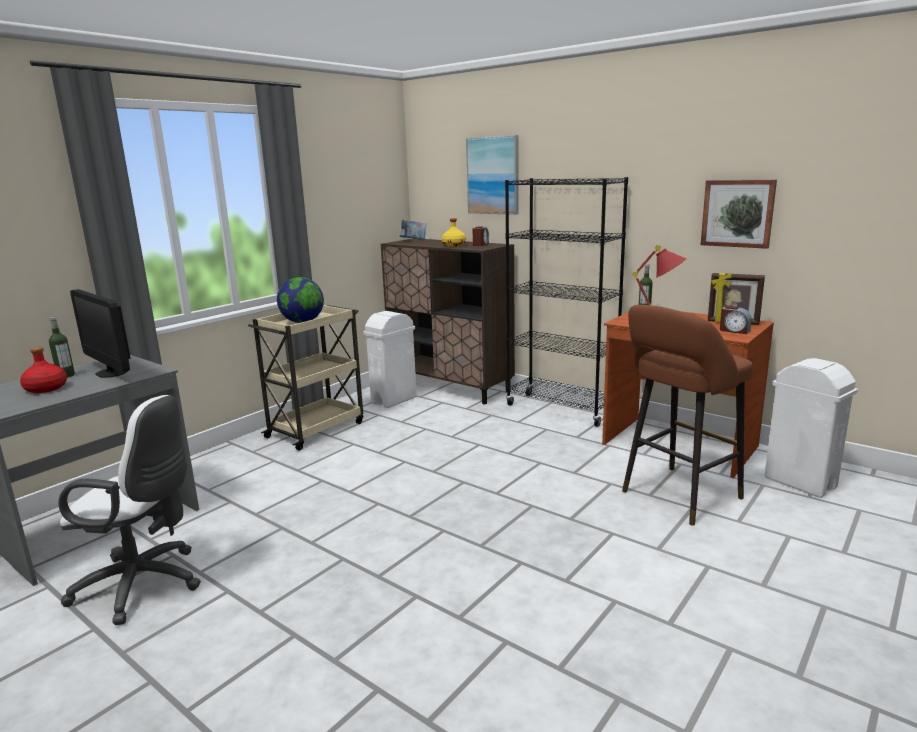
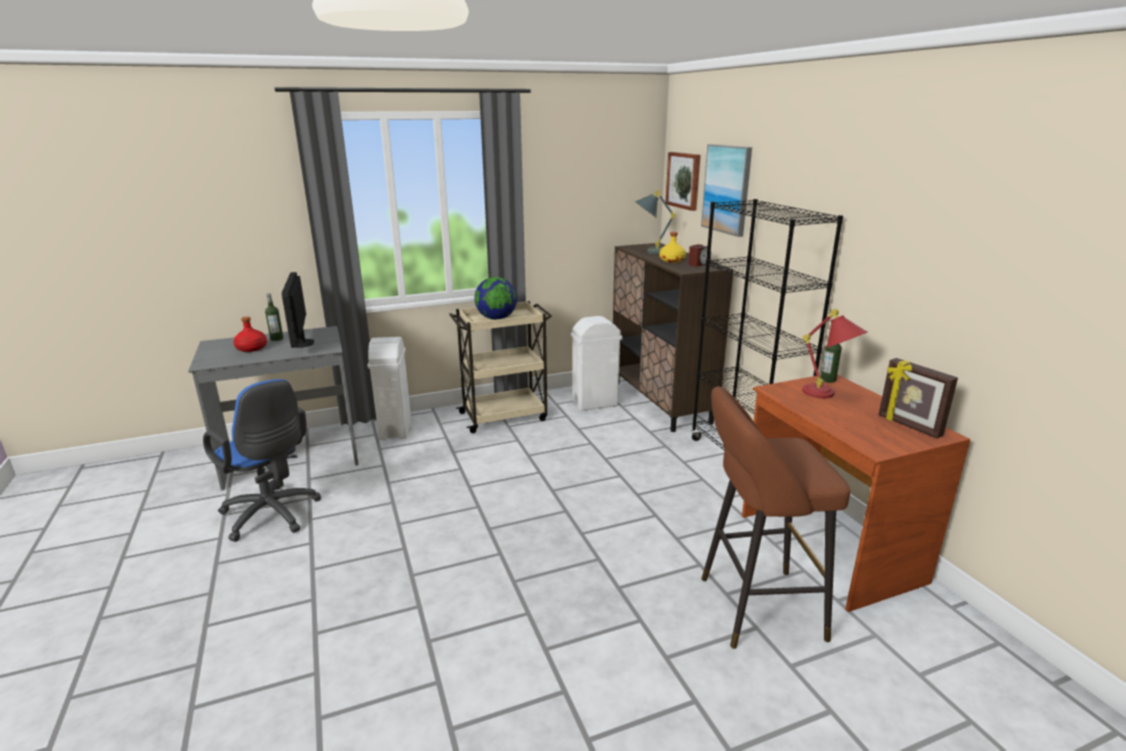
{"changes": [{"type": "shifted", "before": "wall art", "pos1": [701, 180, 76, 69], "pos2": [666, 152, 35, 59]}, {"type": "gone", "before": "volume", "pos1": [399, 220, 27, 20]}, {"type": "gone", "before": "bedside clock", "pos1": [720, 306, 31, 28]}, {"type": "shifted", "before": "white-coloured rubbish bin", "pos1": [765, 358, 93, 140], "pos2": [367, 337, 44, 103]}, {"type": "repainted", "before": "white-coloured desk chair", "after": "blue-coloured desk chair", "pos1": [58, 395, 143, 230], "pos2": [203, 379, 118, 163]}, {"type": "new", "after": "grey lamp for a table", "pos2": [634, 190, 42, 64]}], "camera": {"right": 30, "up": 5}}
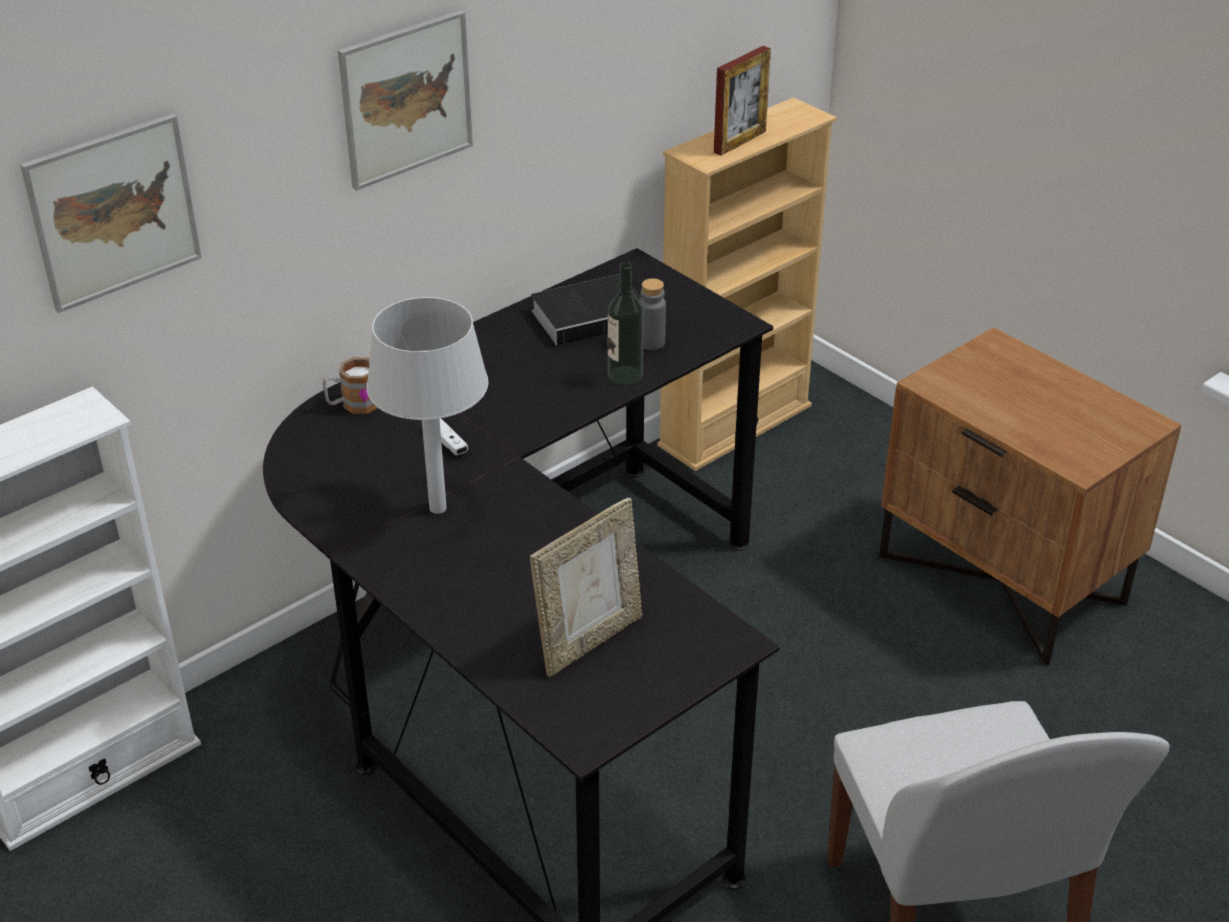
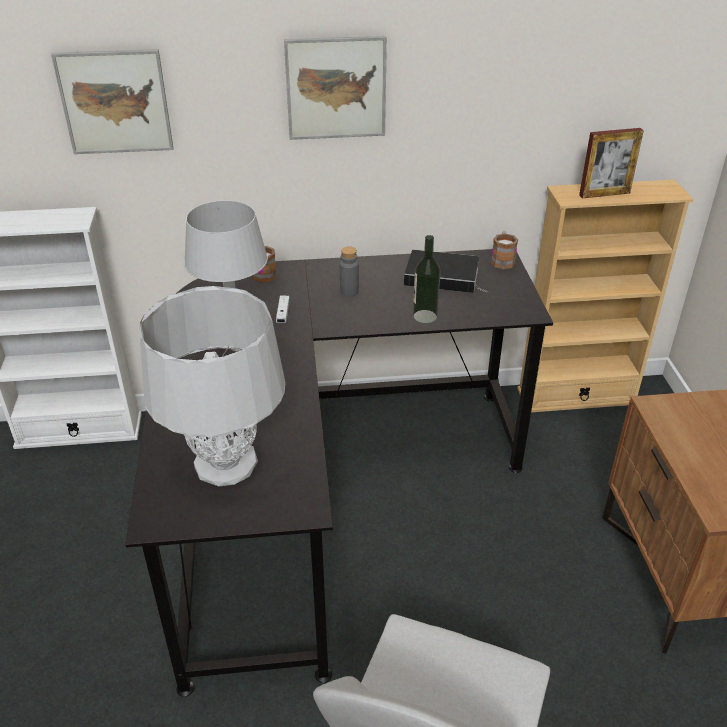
{"changes": [{"type": "shifted", "before": "grey bottle", "pos1": [639, 278, 27, 72], "pos2": [340, 246, 19, 51]}, {"type": "swapped", "before": "picture frame", "after": "grey lamp for a table", "pos1": [530, 498, 112, 179], "pos2": [139, 286, 146, 200]}, {"type": "new", "after": "mug", "pos2": [491, 231, 27, 38]}], "camera": {"right": 35, "up": 0}}
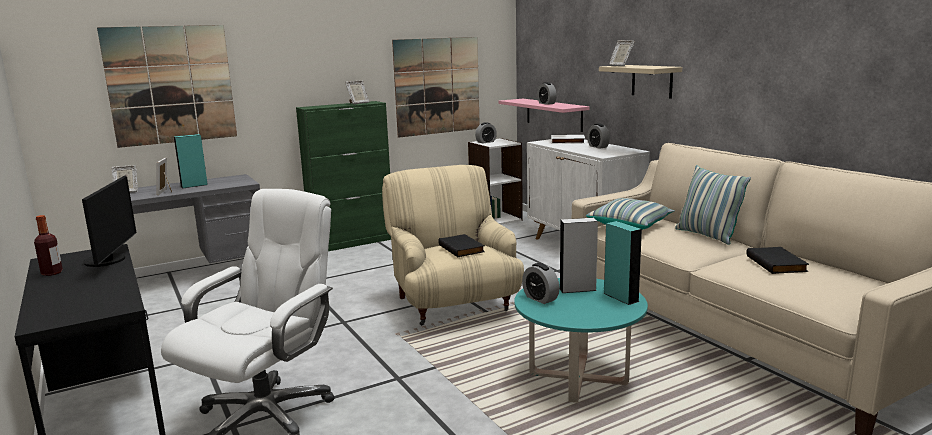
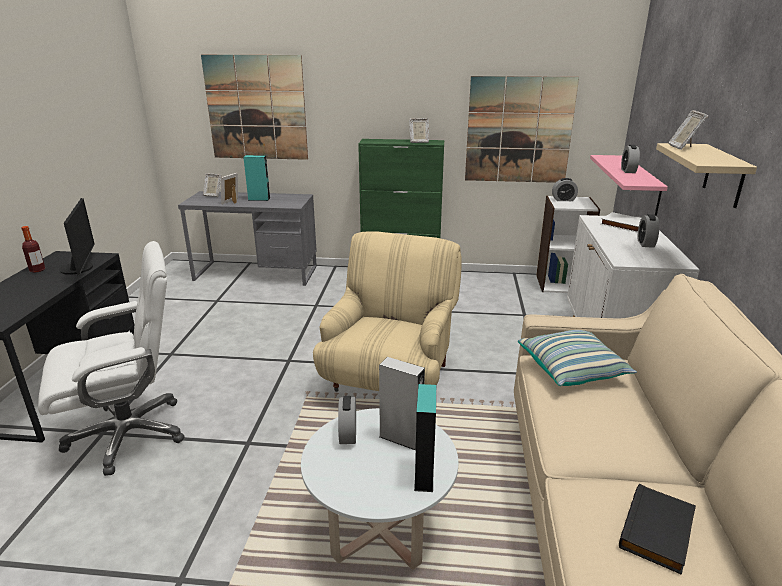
{"changes": [{"type": "gone", "before": "cushion", "pos1": [675, 165, 76, 80]}, {"type": "rotated", "before": "computer screen", "pos1": [82, 175, 54, 92], "pos2": [59, 198, 36, 78], "turn": -45}, {"type": "gone", "before": "black volume", "pos1": [438, 234, 47, 23]}, {"type": "repainted", "before": "blue-green lounge table", "after": "white-coloured lounge table", "pos1": [514, 278, 134, 125], "pos2": [301, 408, 157, 162]}], "camera": {"right": 35, "up": 10}}
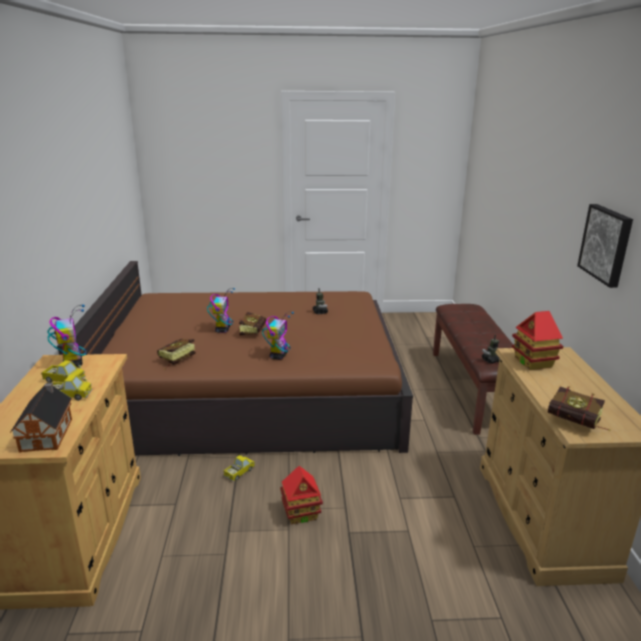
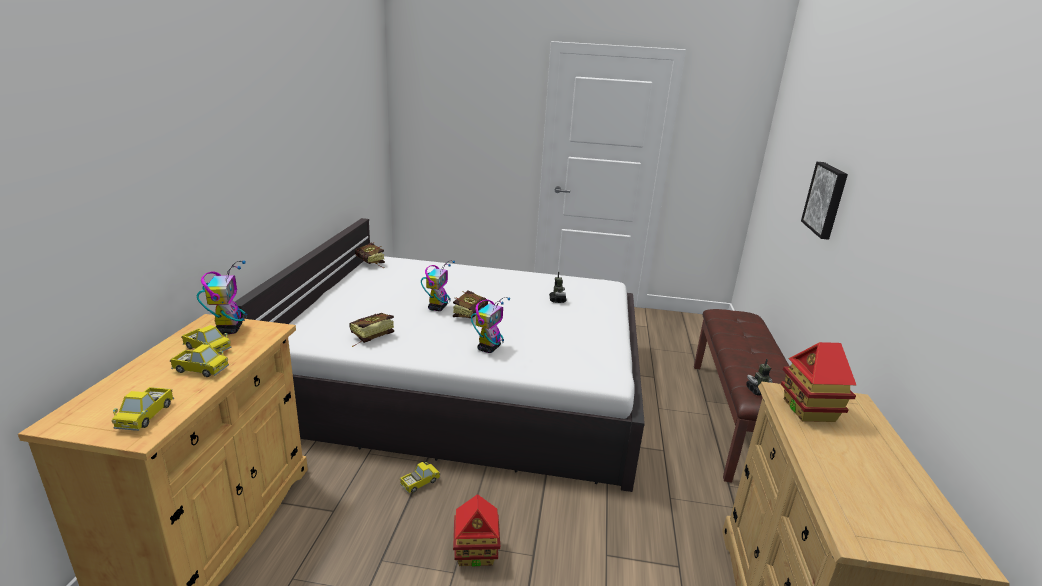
{"changes": [{"type": "shifted", "before": "wall art", "pos1": [577, 204, 56, 84], "pos2": [801, 162, 47, 78]}, {"type": "repainted", "before": "brownish sleeping bed", "after": "white-coloured sleeping bed", "pos1": [57, 261, 356, 195], "pos2": [235, 218, 410, 274]}, {"type": "swapped", "before": "model house", "after": "model truck", "pos1": [10, 382, 62, 71], "pos2": [112, 387, 62, 44]}, {"type": "shifted", "before": "volume", "pos1": [547, 386, 64, 45], "pos2": [355, 242, 30, 26]}], "camera": {"right": 10, "up": 0}}
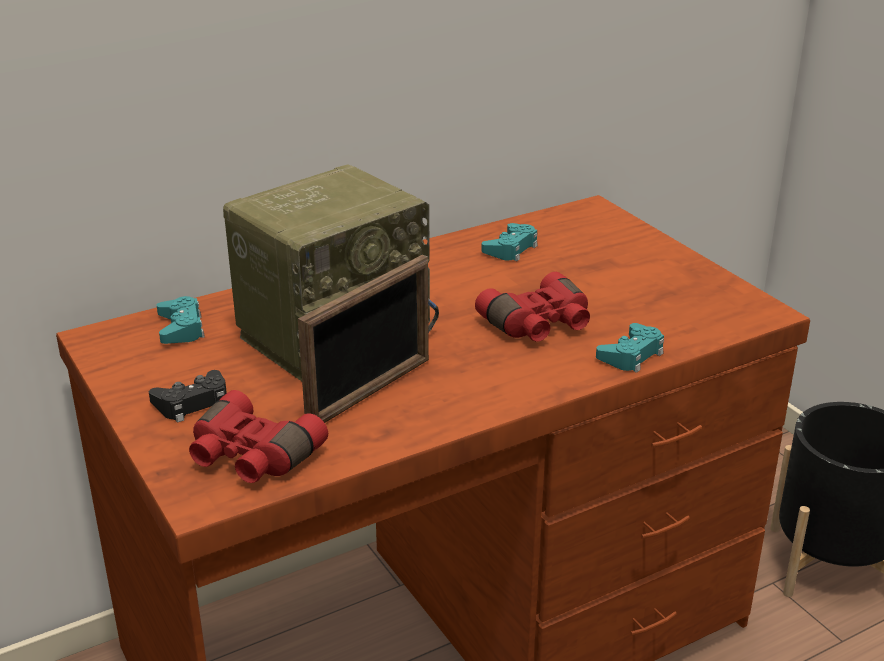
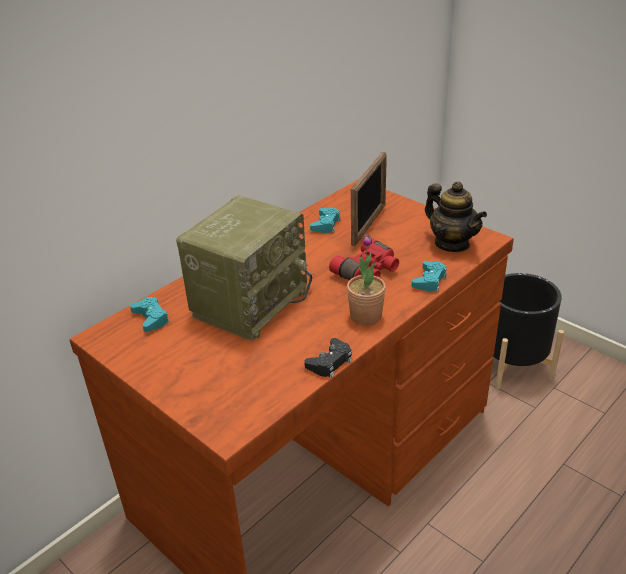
{"changes": [{"type": "shifted", "before": "picture frame", "pos1": [298, 255, 131, 168], "pos2": [351, 152, 36, 94]}, {"type": "shifted", "before": "black game controller", "pos1": [149, 370, 78, 53], "pos2": [304, 338, 48, 40]}, {"type": "gone", "before": "red-coloured binoculars", "pos1": [189, 390, 139, 93]}, {"type": "new", "after": "teapot", "pos2": [425, 182, 62, 70]}, {"type": "new", "after": "houseplant", "pos2": [347, 234, 39, 91]}], "camera": {"right": -15, "up": 5}}
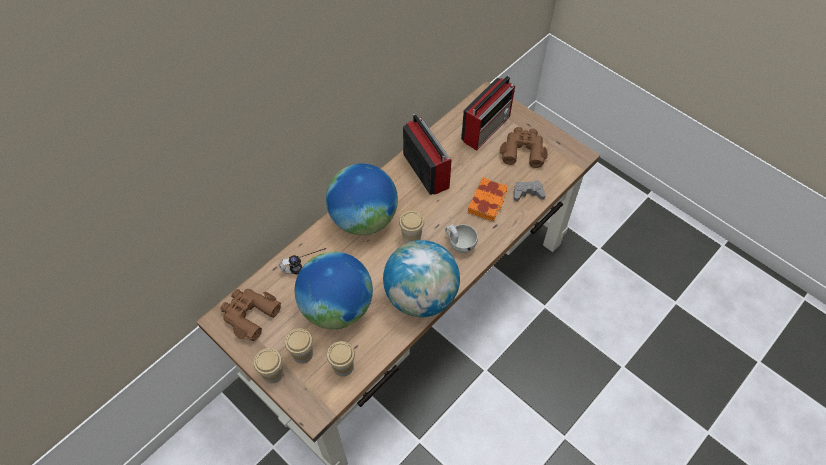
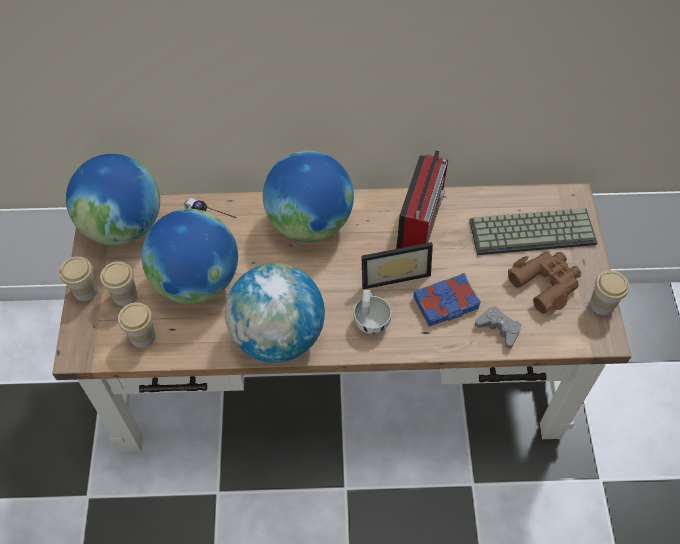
{"changes": [{"type": "swapped", "before": "radio receiver", "after": "PC keyboard", "pos1": [461, 76, 54, 74], "pos2": [469, 208, 128, 47]}, {"type": "repainted", "before": "orange-coloured volume", "after": "blue-coloured volume", "pos1": [468, 177, 40, 44], "pos2": [413, 273, 68, 53]}, {"type": "shifted", "before": "cup", "pos1": [399, 211, 25, 32], "pos2": [590, 270, 39, 45]}, {"type": "swapped", "before": "brownish binoculars", "after": "globe", "pos1": [220, 289, 61, 52], "pos2": [66, 154, 94, 91]}, {"type": "new", "after": "picture frame", "pos2": [361, 242, 72, 47]}], "camera": {"right": 45, "up": 0}}
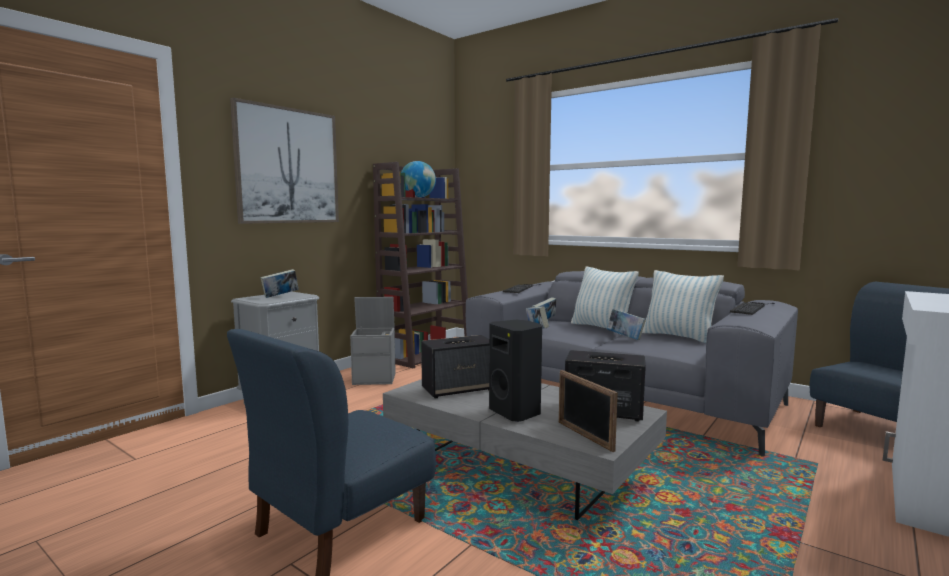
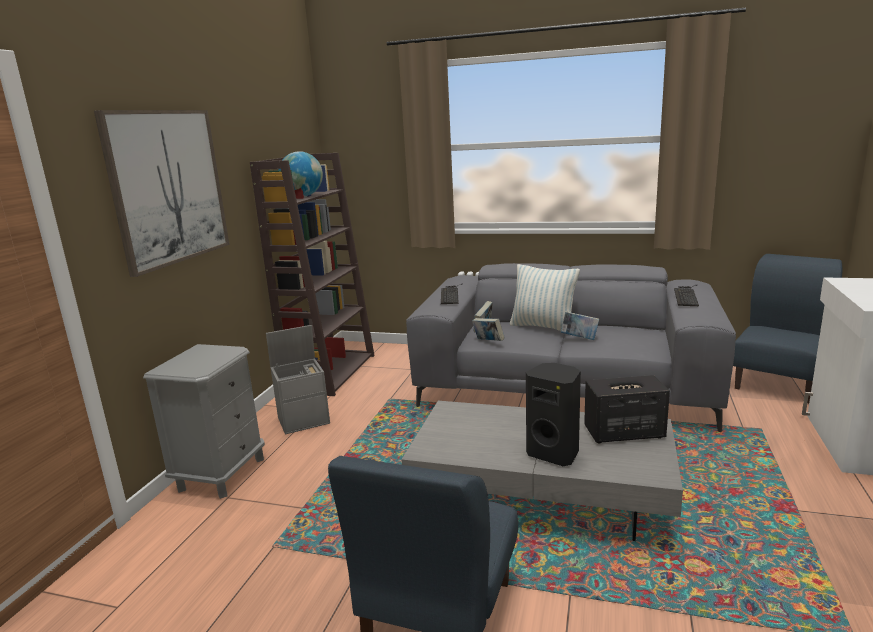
{"changes": [{"type": "gone", "before": "volume", "pos1": [260, 269, 39, 29]}, {"type": "gone", "before": "cushion", "pos1": [642, 270, 82, 73]}, {"type": "gone", "before": "loudspeaker", "pos1": [421, 335, 68, 63]}, {"type": "gone", "before": "picture frame", "pos1": [559, 370, 59, 82]}], "camera": {"right": -20, "up": 10}}
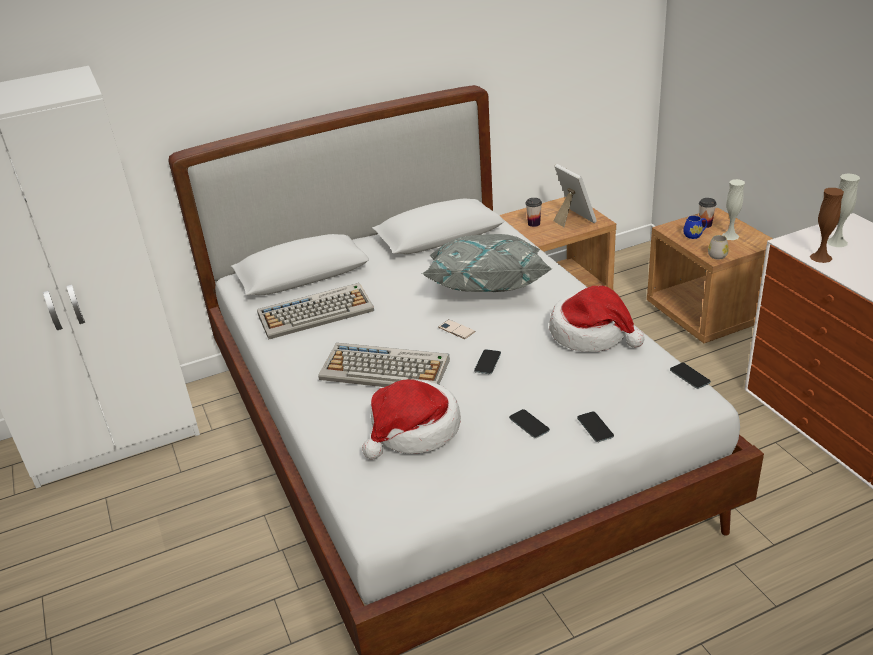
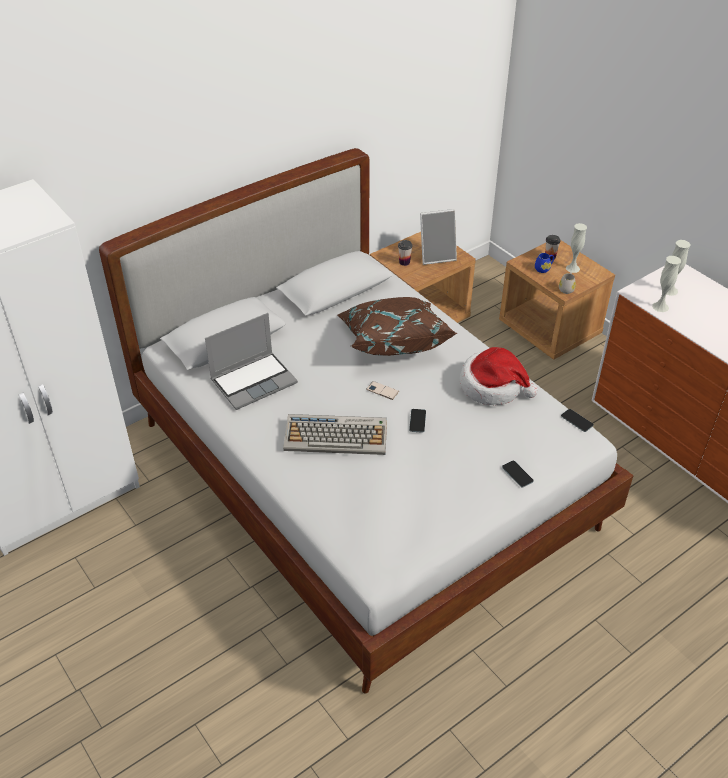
{"changes": [{"type": "rotated", "before": "picture frame", "pos1": [553, 164, 44, 63], "pos2": [420, 209, 37, 56], "turn": 120}, {"type": "repainted", "before": "brownish vase", "after": "white-coloured vase", "pos1": [810, 188, 34, 75], "pos2": [652, 256, 29, 56]}, {"type": "repainted", "before": "grey cushion", "after": "brownish cushion", "pos1": [422, 234, 131, 58], "pos2": [337, 297, 120, 59]}, {"type": "swapped", "before": "PC keyboard", "after": "notebook computer", "pos1": [257, 283, 117, 56], "pos2": [205, 313, 93, 97]}, {"type": "gone", "before": "hat", "pos1": [362, 379, 99, 80]}, {"type": "gone", "before": "phone", "pos1": [509, 409, 41, 29]}], "camera": {"right": -15, "up": 10}}
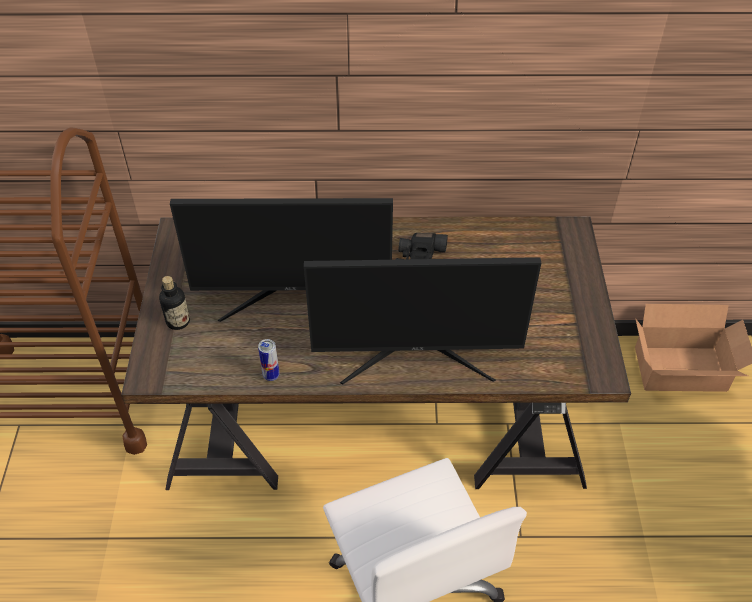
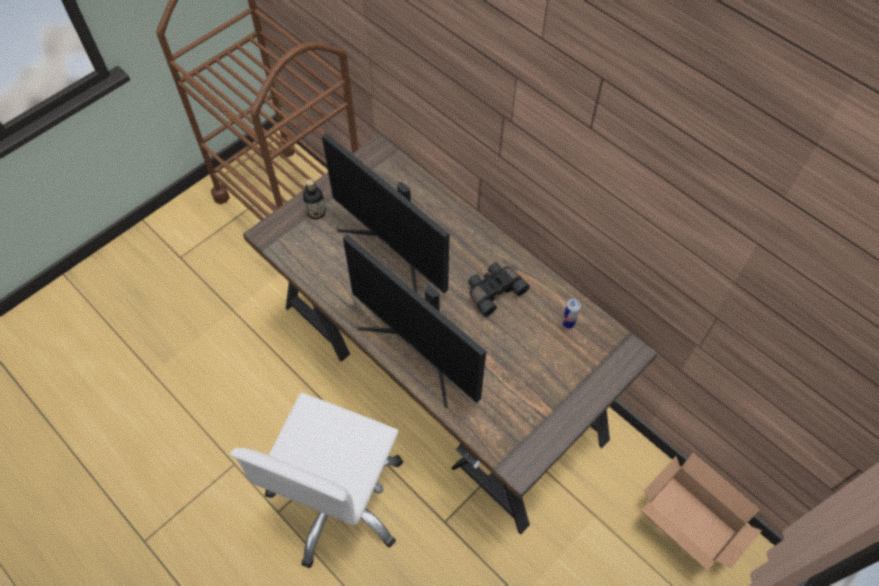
{"changes": [{"type": "shifted", "before": "sealed can", "pos1": [258, 339, 21, 42], "pos2": [562, 299, 19, 30]}], "camera": {"right": 45, "up": 10}}
